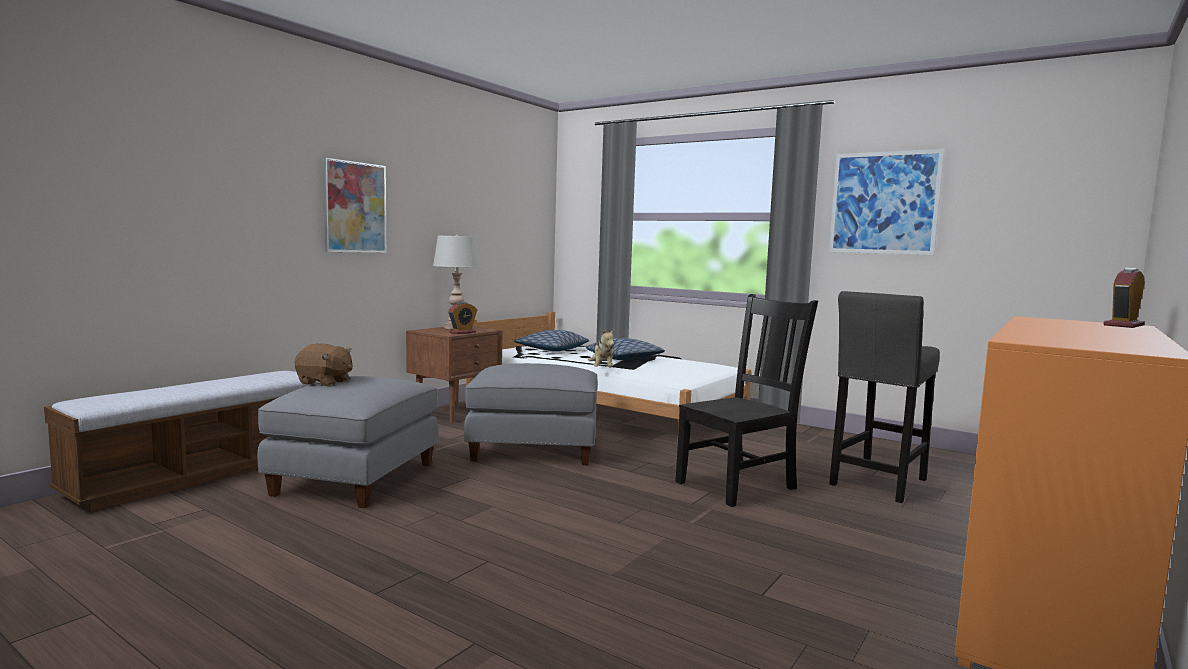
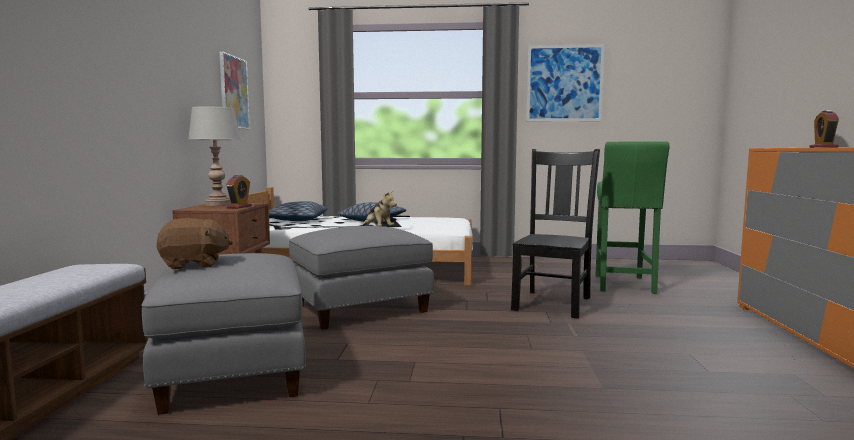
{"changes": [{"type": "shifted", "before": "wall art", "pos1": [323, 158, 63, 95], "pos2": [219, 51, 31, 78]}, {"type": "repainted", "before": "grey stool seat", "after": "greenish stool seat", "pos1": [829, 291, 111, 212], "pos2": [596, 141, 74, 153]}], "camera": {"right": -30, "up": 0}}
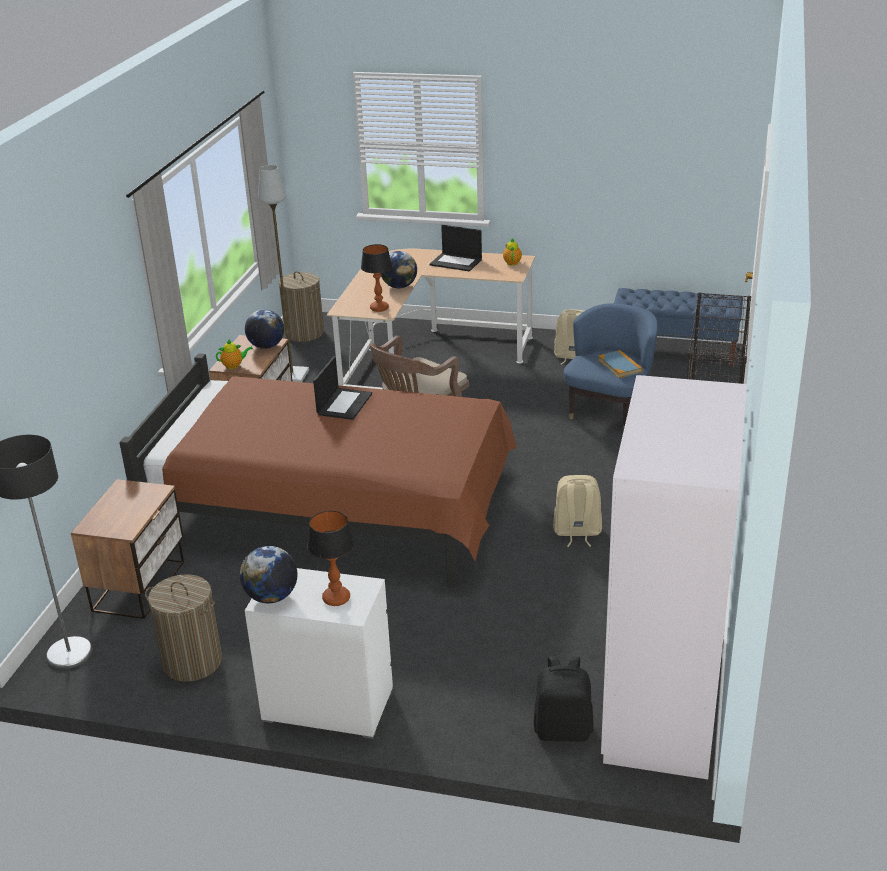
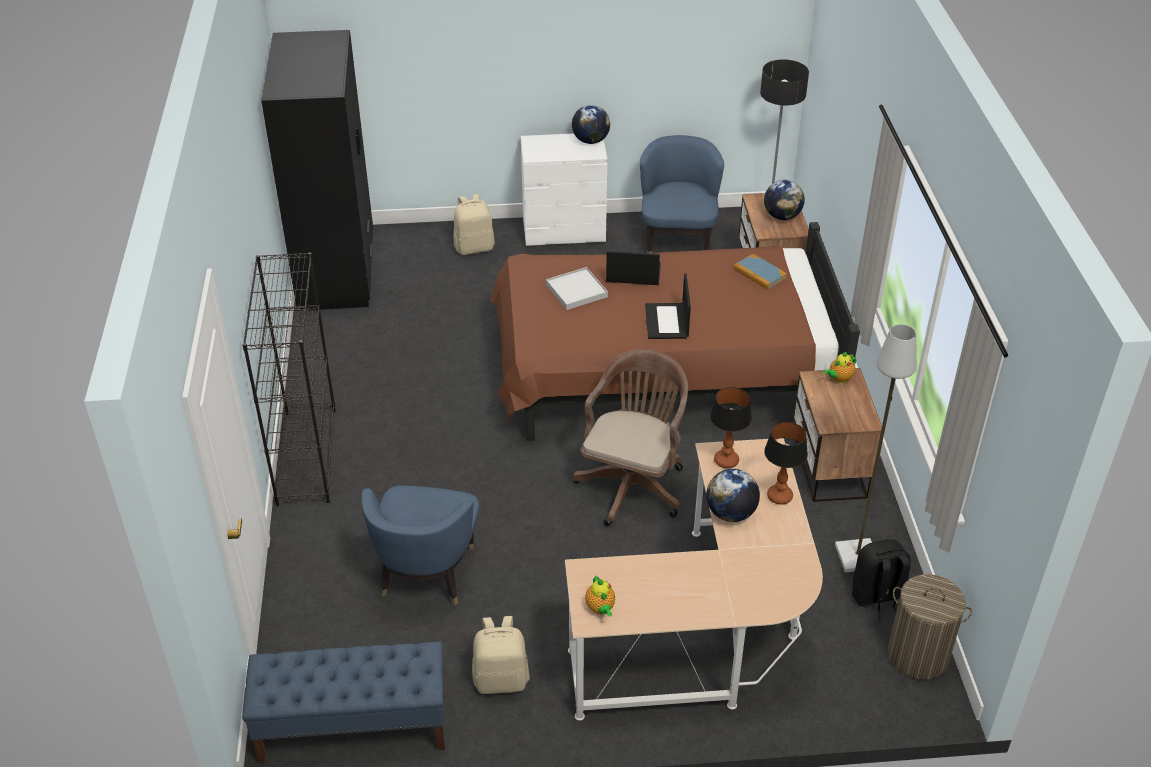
{"changes": [{"type": "shifted", "before": "notebook computer", "pos1": [430, 225, 52, 46], "pos2": [606, 251, 55, 34]}, {"type": "shifted", "before": "globe", "pos1": [245, 309, 39, 40], "pos2": [764, 180, 41, 40]}, {"type": "shifted", "before": "volume", "pos1": [598, 350, 44, 28], "pos2": [734, 254, 53, 35]}, {"type": "repainted", "before": "white-coloured armoire", "after": "black armoire", "pos1": [601, 375, 146, 404], "pos2": [261, 30, 112, 281]}, {"type": "shifted", "before": "sand-coloured backpack", "pos1": [553, 475, 49, 72], "pos2": [454, 194, 41, 61]}, {"type": "shifted", "before": "lamp for a table", "pos1": [307, 511, 47, 95], "pos2": [764, 422, 44, 82]}, {"type": "swapped", "before": "laundry basket", "after": "blue-coloured armchair", "pos1": [145, 574, 77, 108], "pos2": [640, 135, 84, 118]}, {"type": "shifted", "before": "black backpack", "pos1": [533, 656, 61, 86], "pos2": [852, 539, 59, 82]}, {"type": "new", "after": "white-coloured carrying tray", "pos2": [546, 267, 62, 43]}], "camera": {"right": 160, "up": 10}}
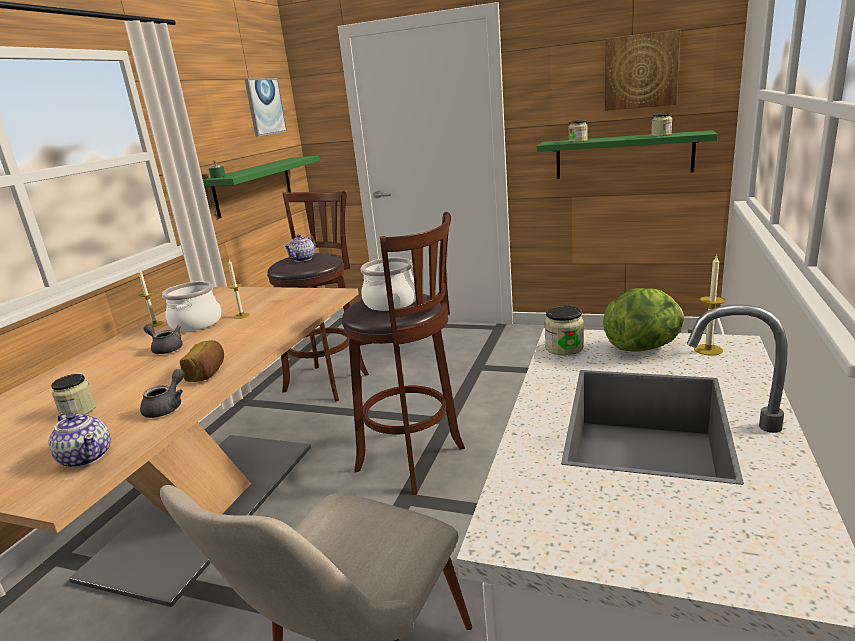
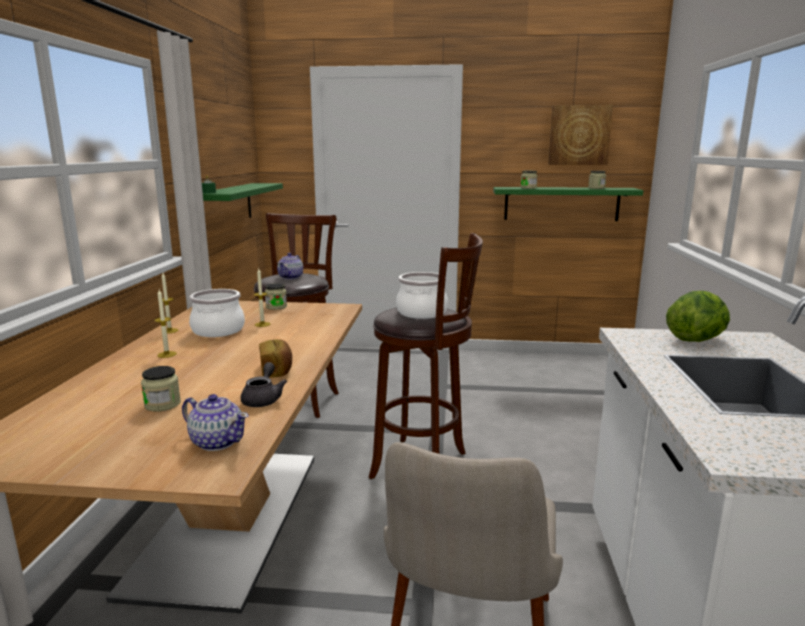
{"changes": [{"type": "gone", "before": "wall art", "pos1": [244, 78, 43, 59]}, {"type": "shifted", "before": "wax light", "pos1": [694, 254, 32, 102], "pos2": [154, 290, 23, 68]}, {"type": "shifted", "before": "jar", "pos1": [544, 305, 40, 51], "pos2": [265, 283, 22, 27]}, {"type": "gone", "before": "grey teapot", "pos1": [144, 324, 39, 30]}], "camera": {"right": -15, "up": -5}}
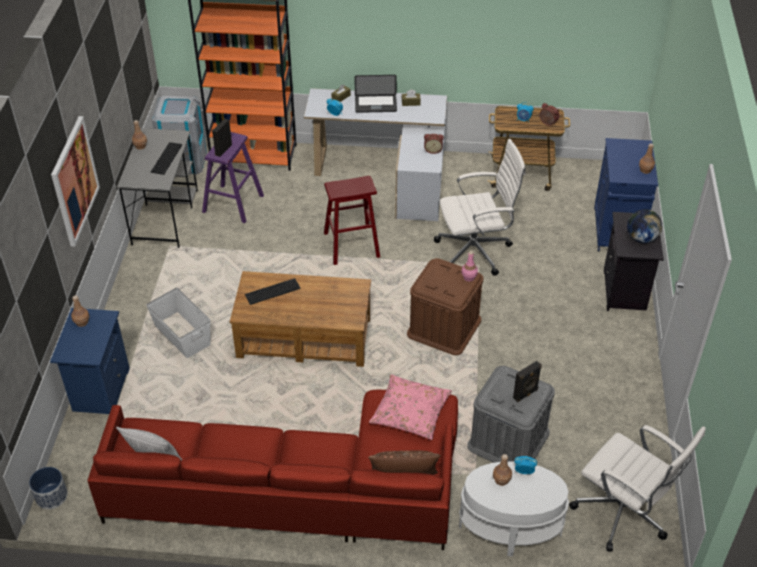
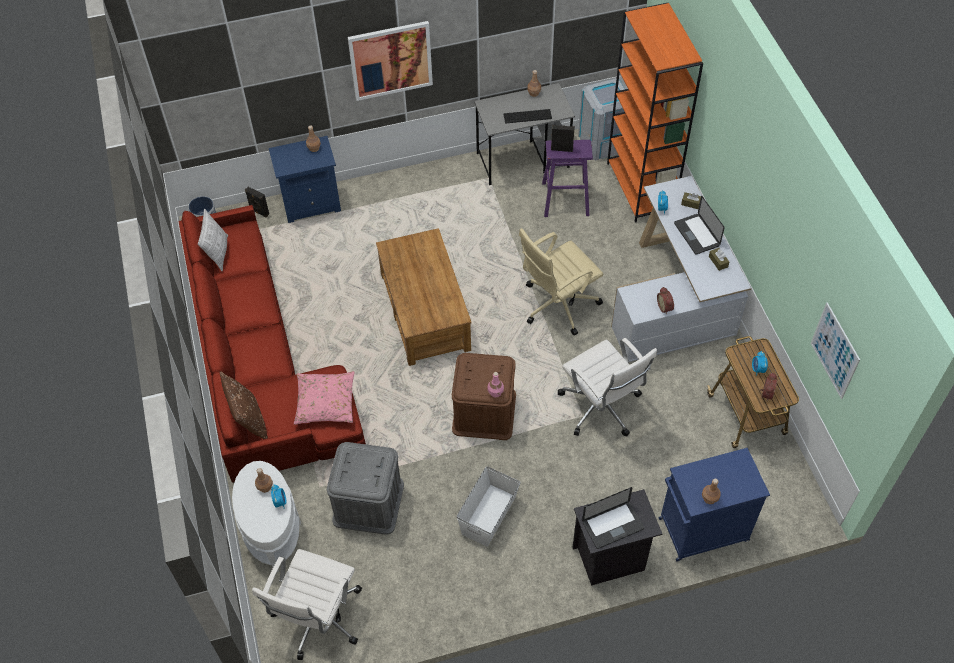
{"changes": [{"type": "swapped", "before": "red-coloured stool seat", "after": "sand-coloured desk chair", "pos1": [324, 176, 56, 89], "pos2": [519, 228, 84, 108]}, {"type": "swapped", "before": "globe", "after": "notebook computer", "pos1": [627, 209, 35, 34], "pos2": [582, 487, 62, 62]}, {"type": "gone", "before": "PC keyboard", "pos1": [245, 278, 56, 27]}, {"type": "shifted", "before": "white-coloured storage bin", "pos1": [146, 288, 65, 70], "pos2": [457, 466, 63, 81]}, {"type": "shifted", "before": "black loudspeaker", "pos1": [513, 361, 29, 41], "pos2": [245, 187, 24, 31]}, {"type": "new", "after": "wall art", "pos2": [811, 302, 49, 97]}], "camera": {"right": 70, "up": 10}}
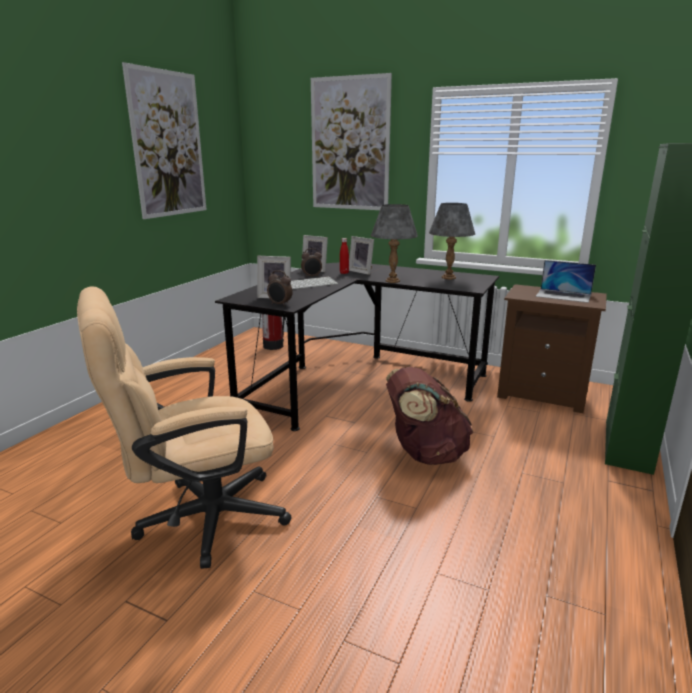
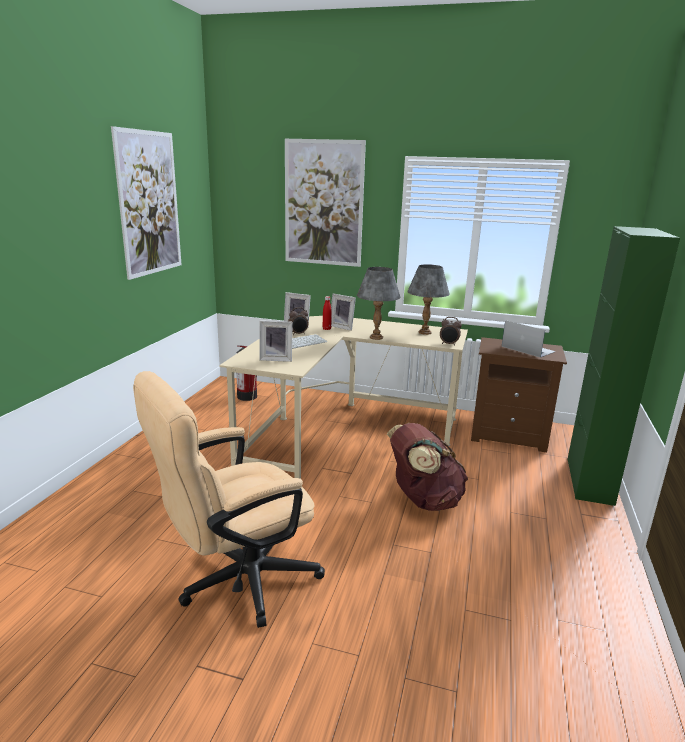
{"changes": [{"type": "rotated", "before": "notebook computer", "pos1": [536, 260, 60, 43], "pos2": [502, 320, 54, 38], "turn": -150}, {"type": "repainted", "before": "black desk", "after": "sand-coloured desk", "pos1": [215, 263, 284, 168], "pos2": [219, 316, 249, 163]}, {"type": "shifted", "before": "bedside clock", "pos1": [267, 270, 26, 36], "pos2": [440, 317, 22, 29]}], "camera": {"right": -10, "up": 0}}
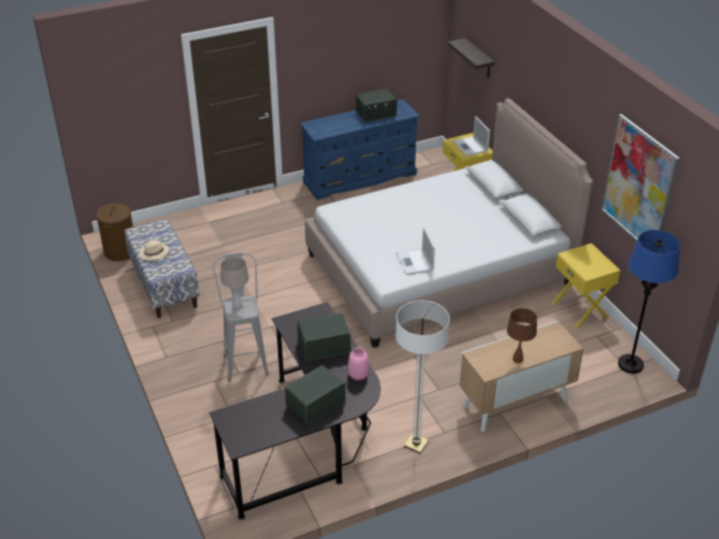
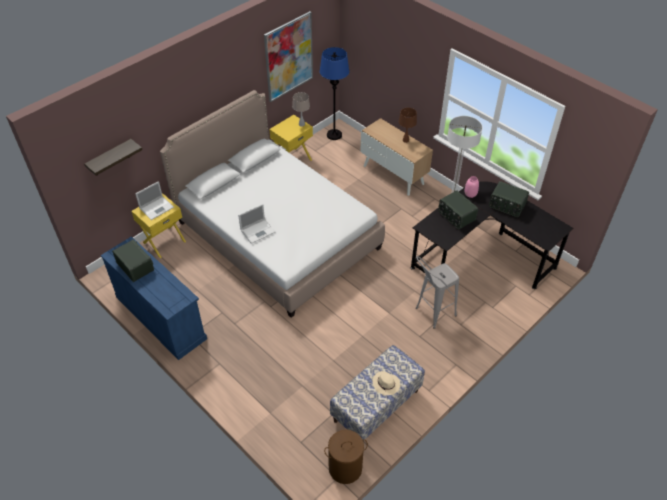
{"changes": [{"type": "shifted", "before": "notebook computer", "pos1": [396, 227, 39, 48], "pos2": [238, 204, 37, 40]}, {"type": "shifted", "before": "sand-coloured lamp for a table", "pos1": [221, 257, 28, 53], "pos2": [292, 92, 18, 35]}], "camera": {"right": -110, "up": 10}}
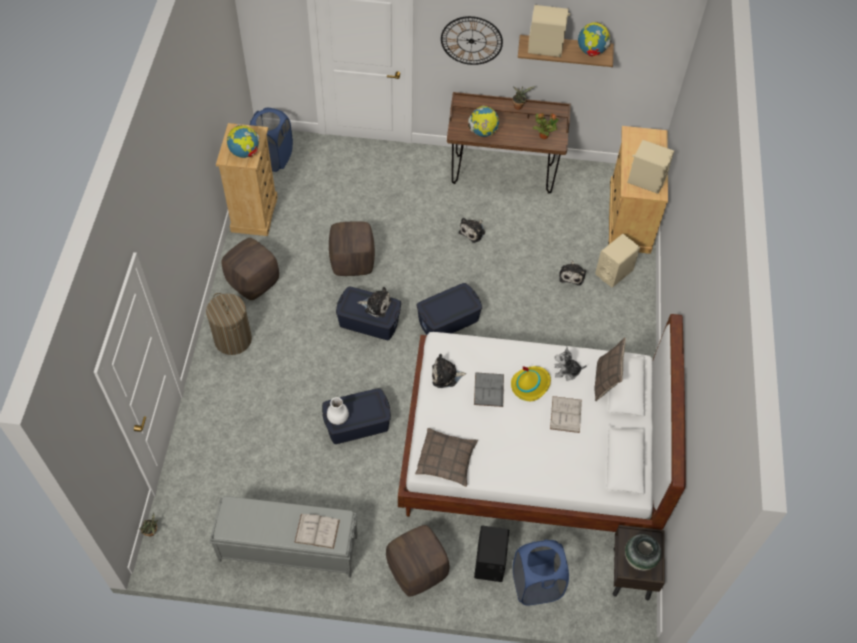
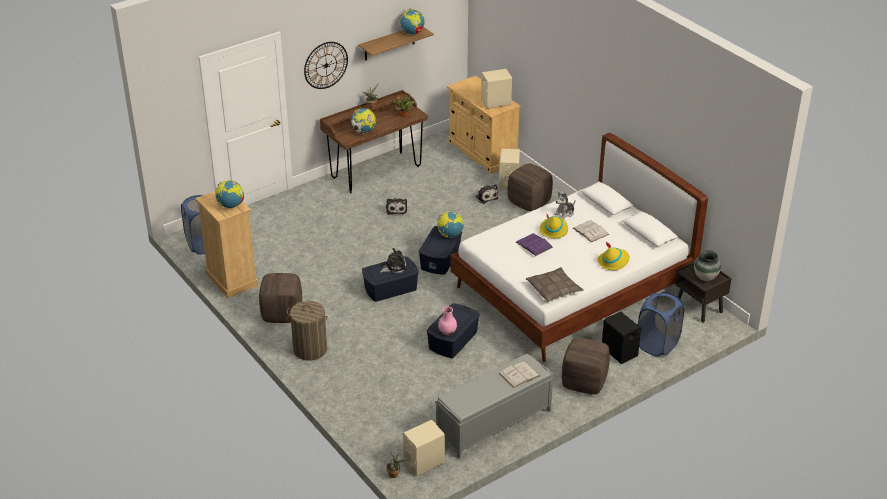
{"changes": [{"type": "shifted", "before": "sand-coloured loudspeaker", "pos1": [528, 5, 42, 52], "pos2": [403, 420, 42, 56]}, {"type": "shifted", "before": "brownish ottoman", "pos1": [329, 221, 46, 55], "pos2": [508, 164, 45, 47]}, {"type": "gone", "before": "cushion", "pos1": [594, 337, 32, 64]}, {"type": "gone", "before": "soft toy", "pos1": [432, 354, 34, 34]}, {"type": "repainted", "before": "grey volume", "after": "purple volume", "pos1": [474, 372, 30, 35], "pos2": [516, 233, 37, 23]}, {"type": "repainted", "before": "white-coloured vase", "after": "pink vase", "pos1": [327, 397, 22, 28], "pos2": [438, 307, 19, 28]}, {"type": "new", "after": "globe", "pos2": [437, 211, 27, 27]}, {"type": "new", "after": "yellow-coloured hat", "pos2": [598, 242, 32, 28]}], "camera": {"right": -40, "up": -20}}
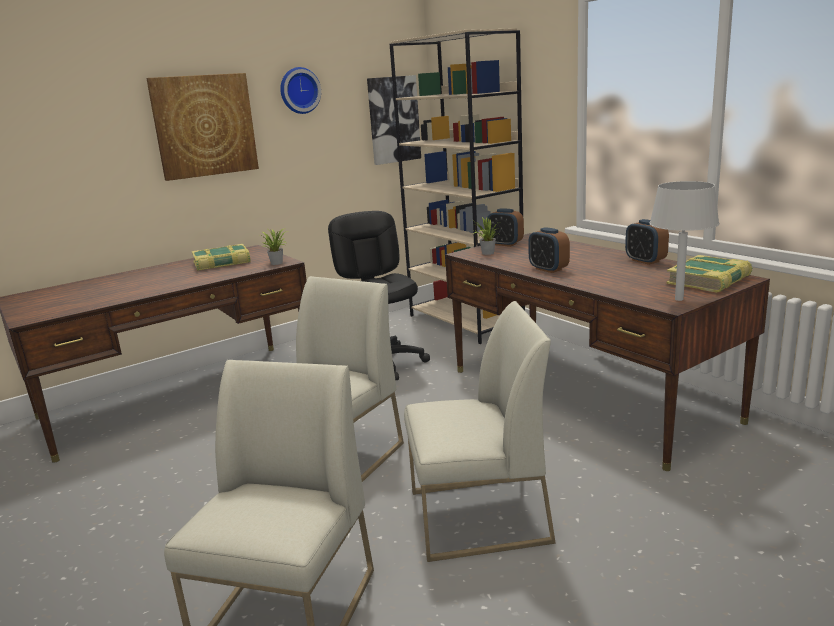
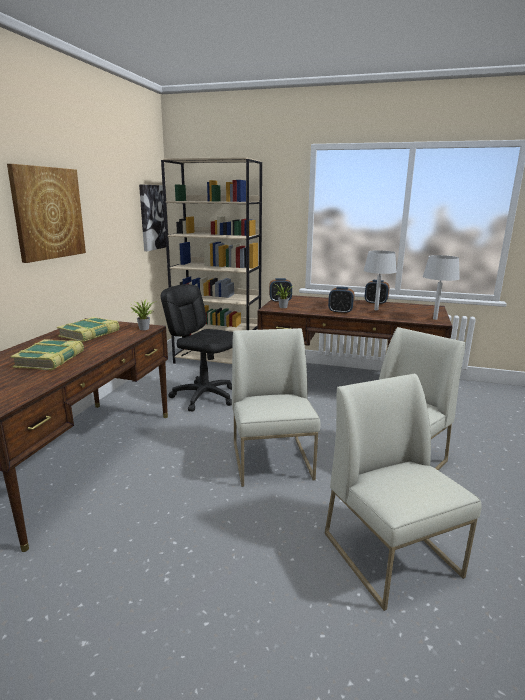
{"changes": [{"type": "gone", "before": "clock on the wall", "pos1": [280, 67, 41, 47]}, {"type": "shifted", "before": "volume", "pos1": [666, 255, 87, 38], "pos2": [10, 339, 74, 32]}, {"type": "new", "after": "grey lamp for a table", "pos2": [363, 250, 34, 60]}], "camera": {"right": -40, "up": 0}}
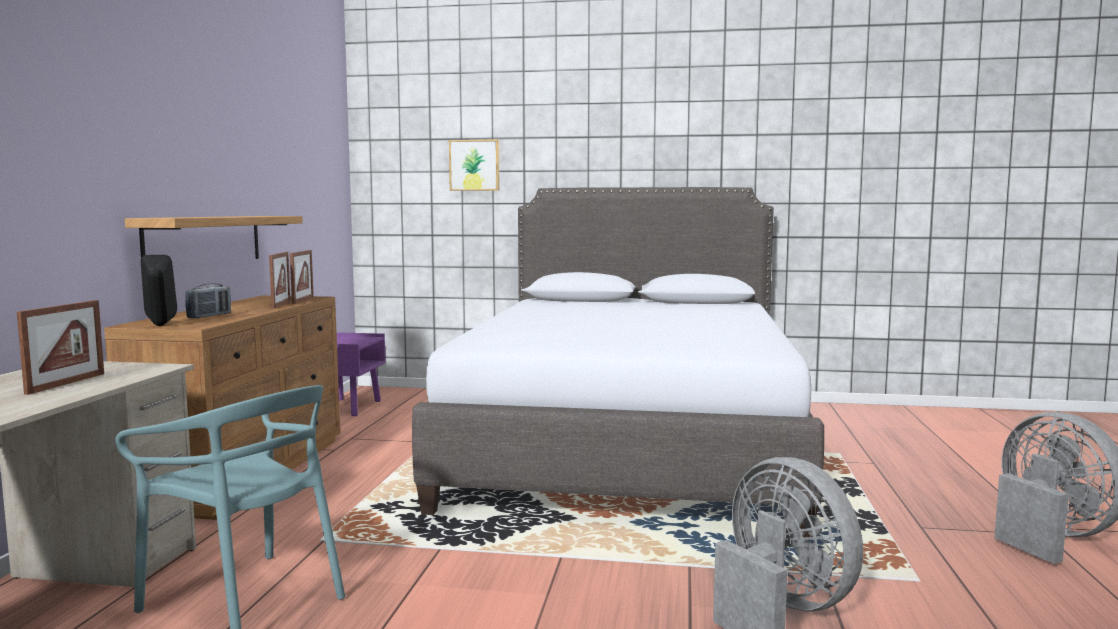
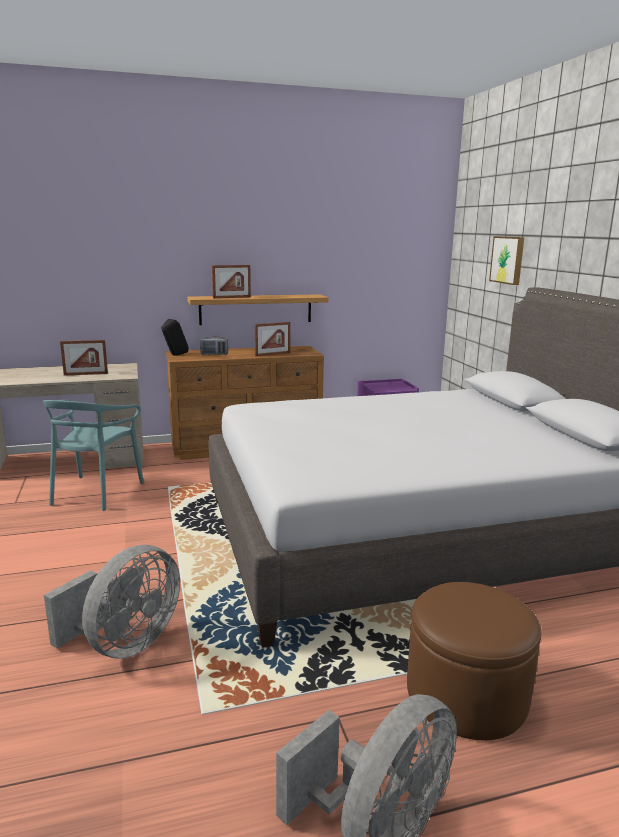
{"changes": [{"type": "shifted", "before": "picture frame", "pos1": [290, 250, 24, 54], "pos2": [212, 265, 39, 34]}, {"type": "new", "after": "brownish ottoman", "pos2": [407, 582, 134, 158]}], "camera": {"right": 65, "up": 10}}
